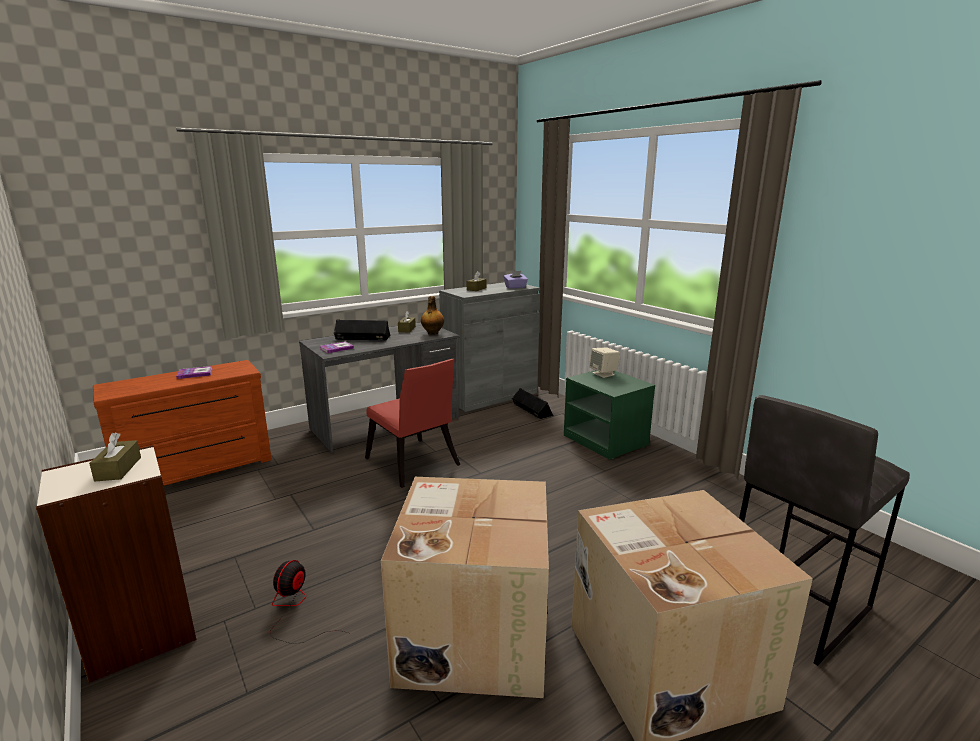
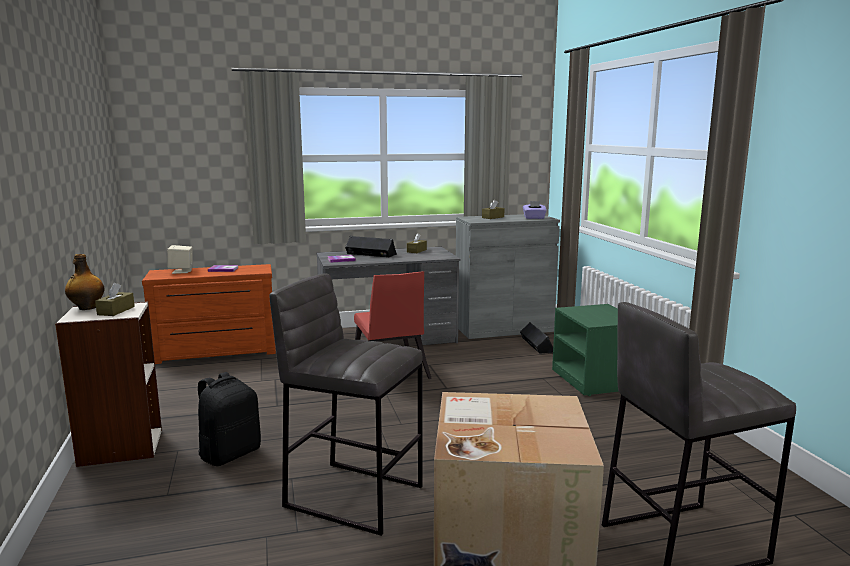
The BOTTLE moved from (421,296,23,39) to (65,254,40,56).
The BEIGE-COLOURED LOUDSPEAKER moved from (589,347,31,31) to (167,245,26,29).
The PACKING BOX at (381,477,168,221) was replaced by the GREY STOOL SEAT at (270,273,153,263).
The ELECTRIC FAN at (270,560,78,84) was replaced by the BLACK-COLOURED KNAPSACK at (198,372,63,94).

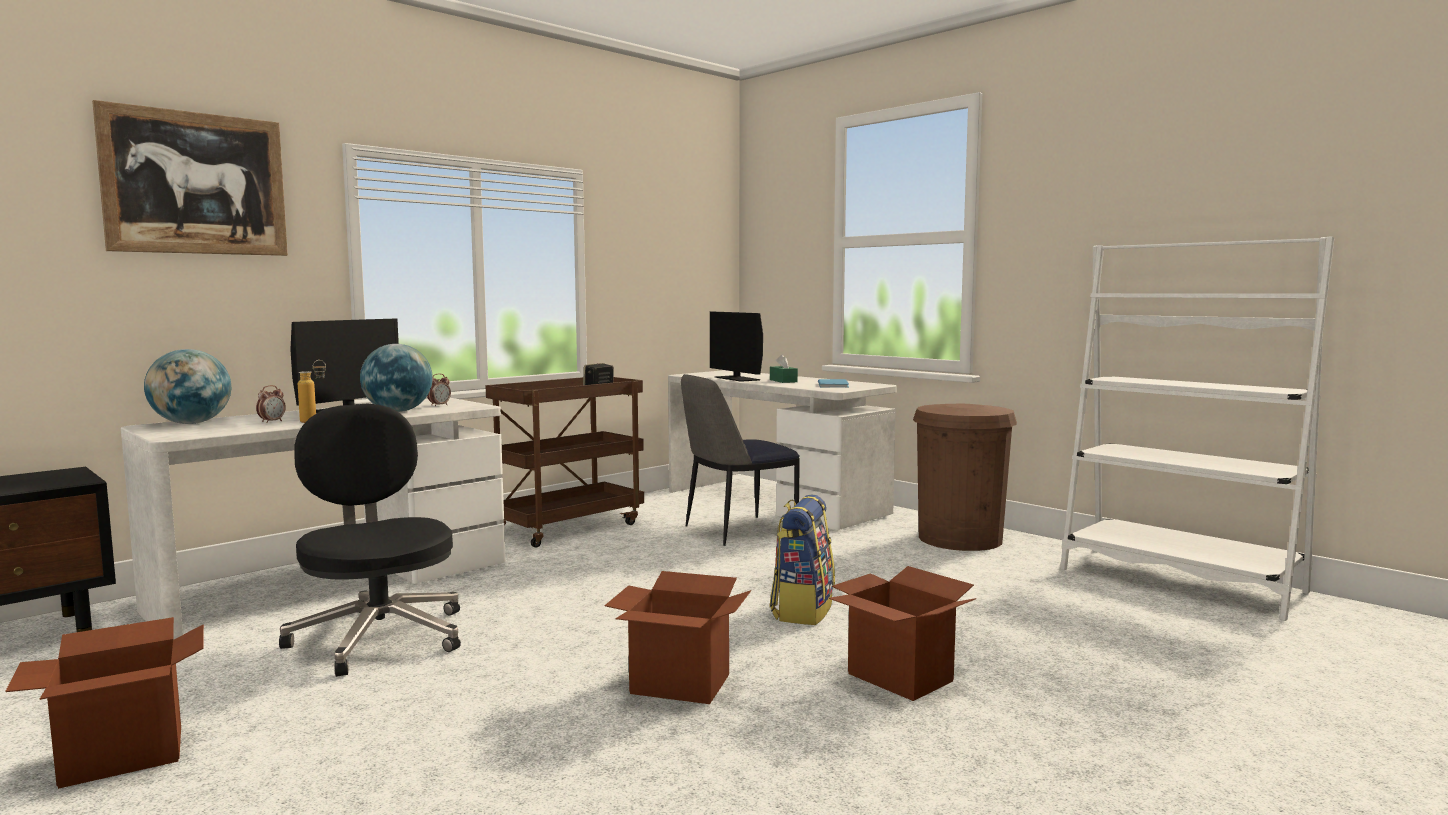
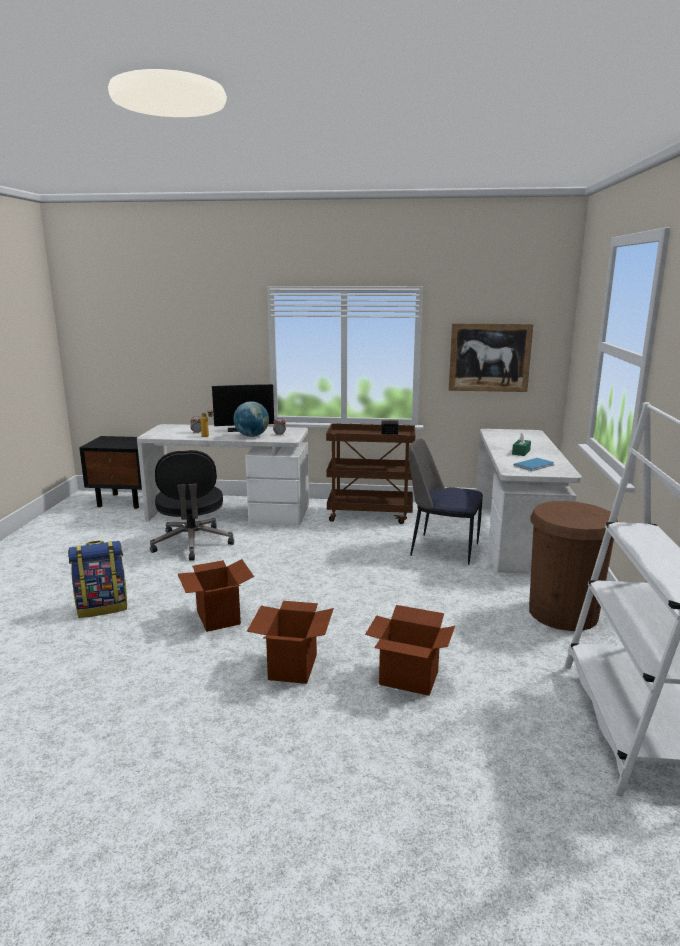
The PICTURE moved from (92,100,196,156) to (449,323,84,69).
The COMPUTER SCREEN at (710,312,53,70) disappeared.
The WORLD GLOBE at (144,349,87,75) disappeared.
The BLACK-COLOURED OFFICE CHAIR at (279,404,182,273) turned 150 degrees clockwise.
The KNAPSACK moved from (769,494,66,131) to (68,540,59,78).
The PACKING BOX moved from (5,617,199,172) to (365,605,90,91).

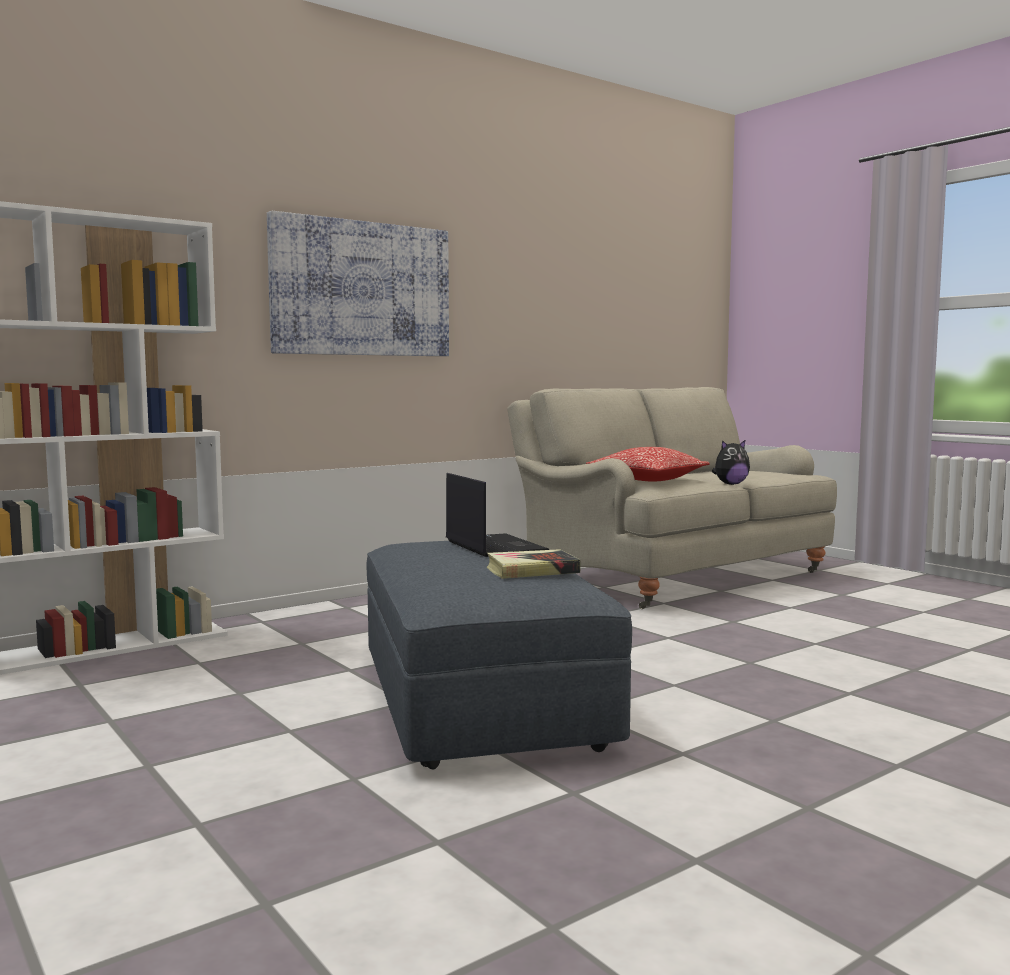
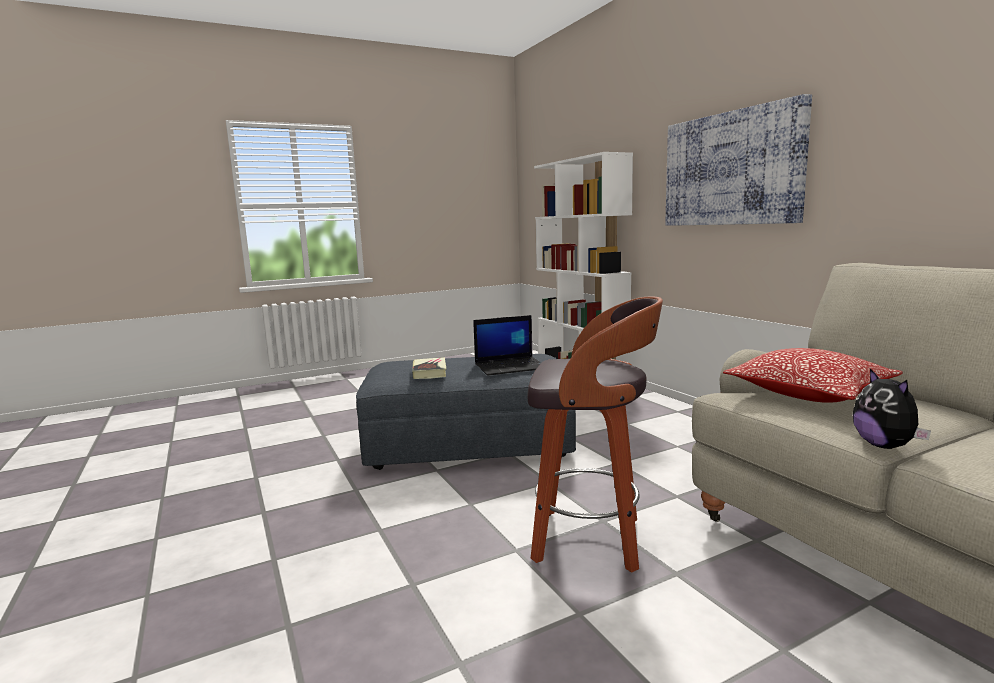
The STOOL SEAT at (528,296,135,277) appeared.

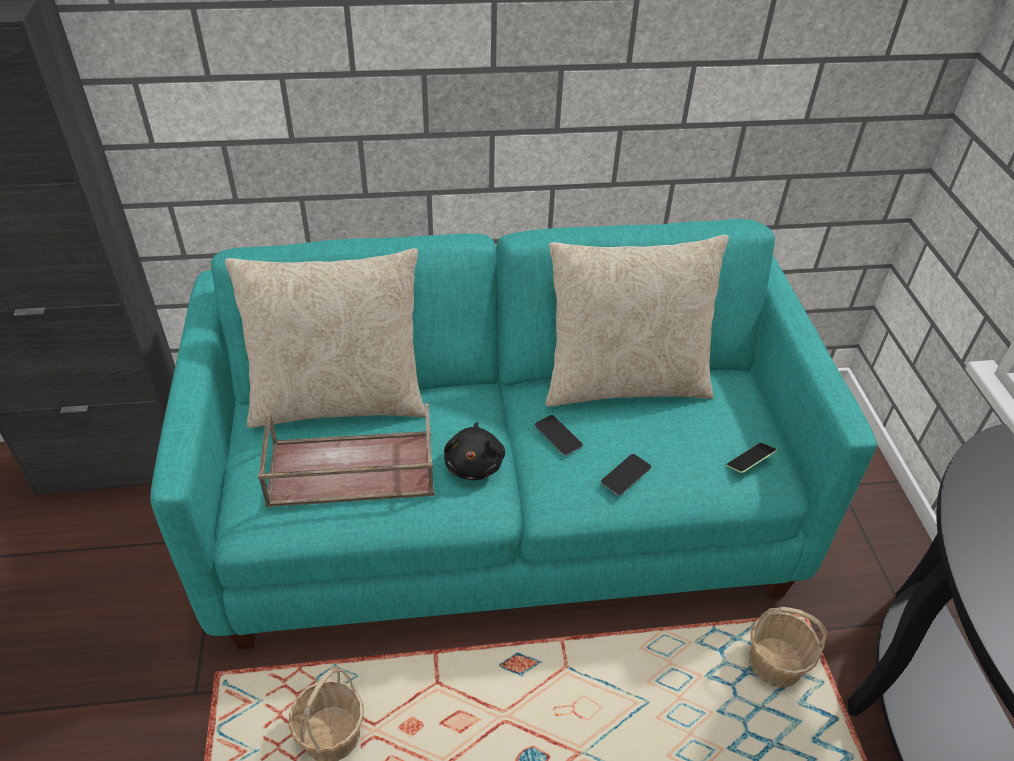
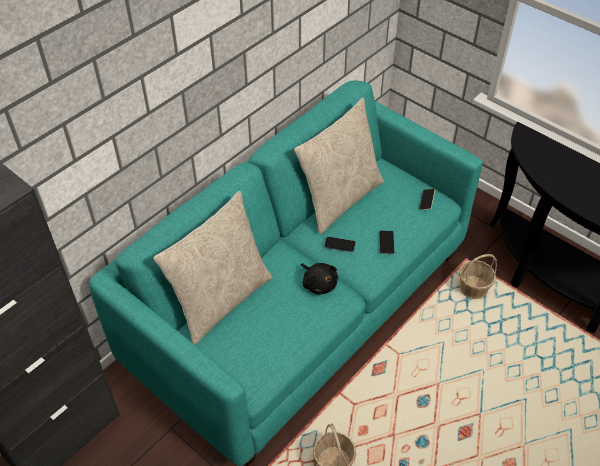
The BROWNISH TRAY at (258,403,177,104) disappeared.

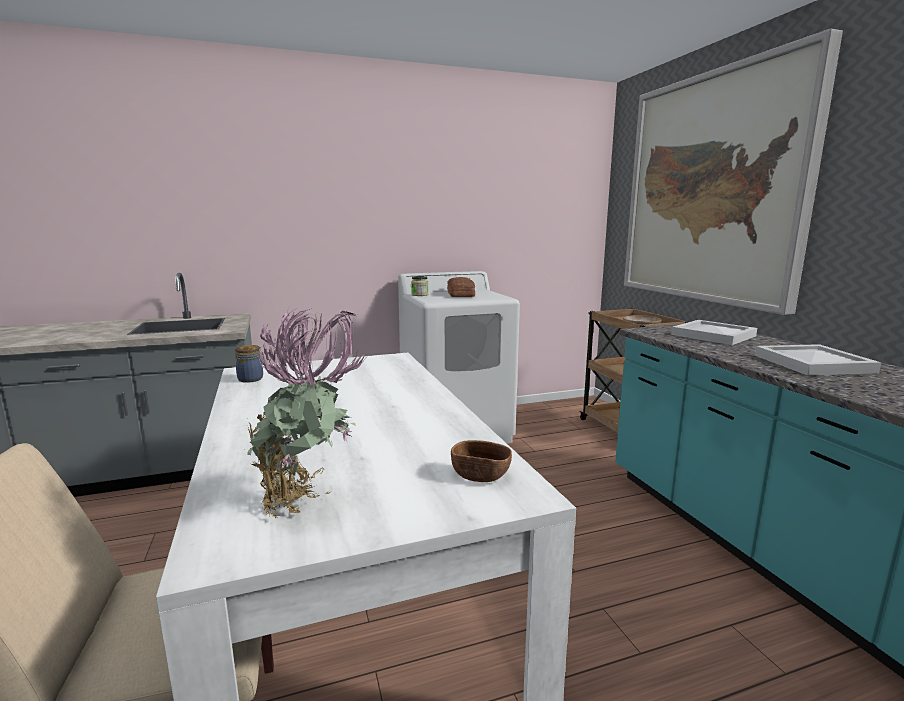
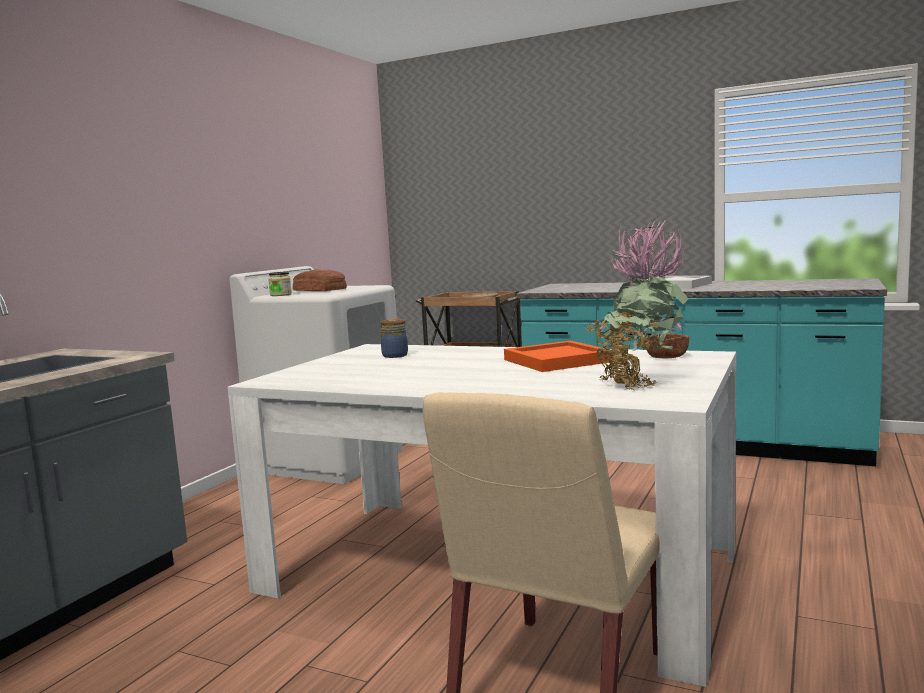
The PICTURE at (624,28,219,287) disappeared.
The WHITE TRAY at (671,320,86,25) disappeared.
The PRESERVE JAR moved from (235,345,28,38) to (380,319,28,39).
The ORANGE-COLOURED TRAY at (504,341,109,31) appeared.

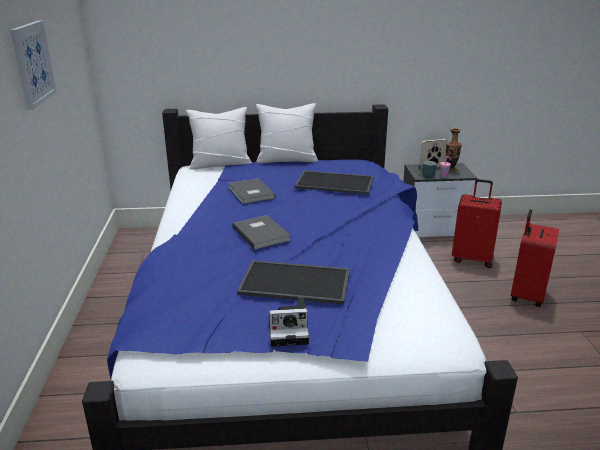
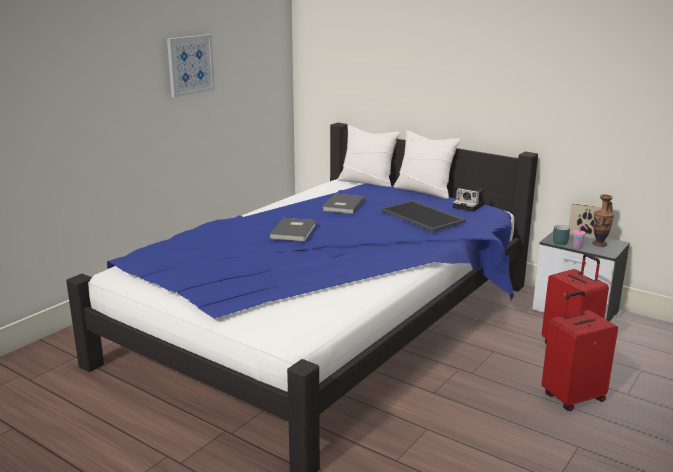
The TRAY at (237,260,113,44) disappeared.
The PHOTO CAMERA moved from (269,297,40,50) to (453,188,32,24).

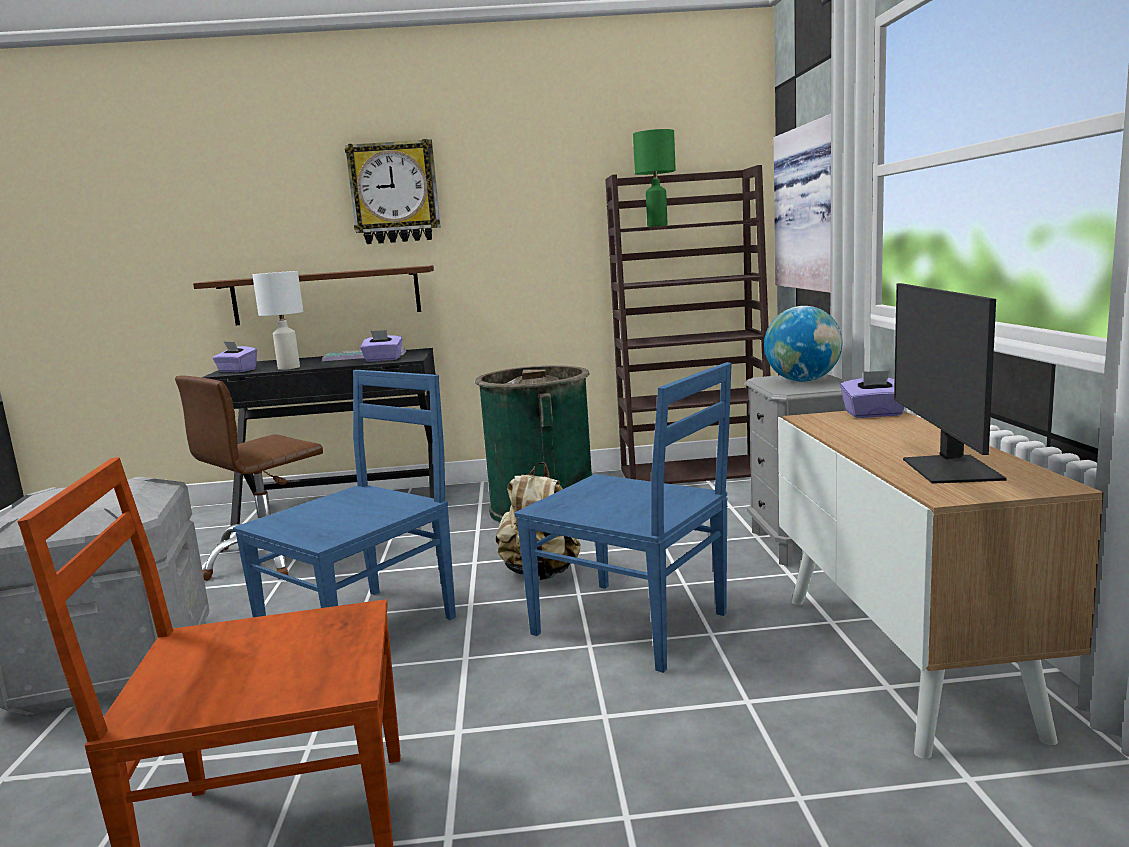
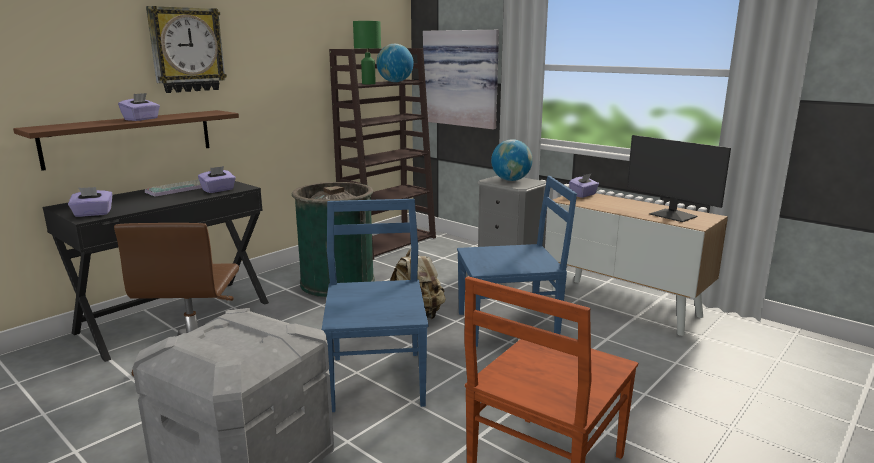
The WHITE LAMP FOR A TABLE at (252,271,51,99) disappeared.
The WORLD GLOBE at (376,44,38,38) appeared.
The PURPLE TISSUE HOLDER at (118,93,42,28) appeared.

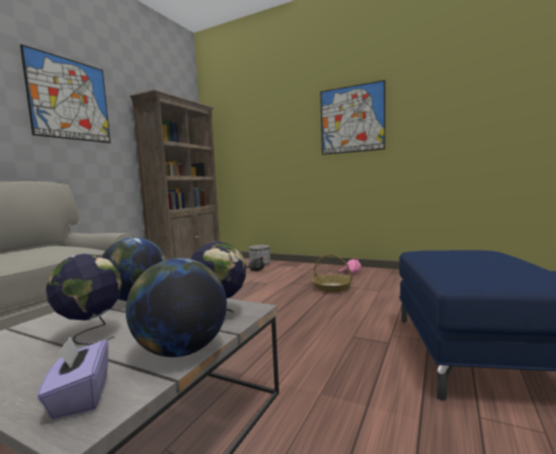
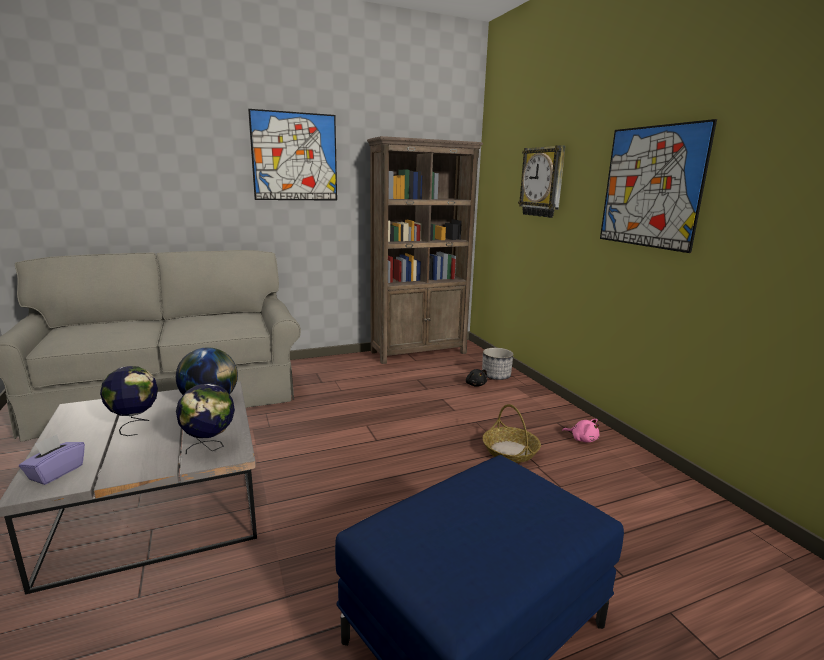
The WORLD GLOBE at (126,258,101,99) disappeared.
The CLOCK ON THE WALL at (518,145,48,73) appeared.

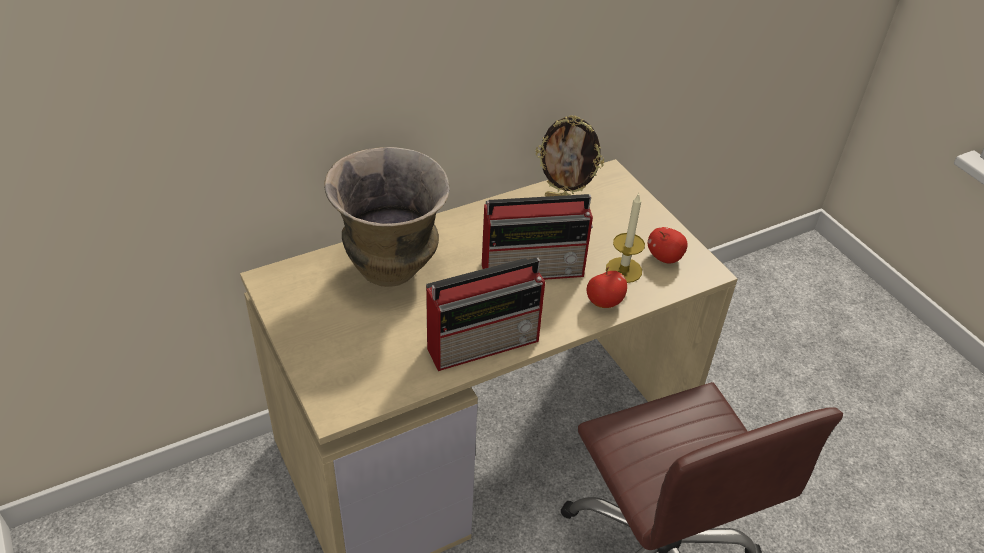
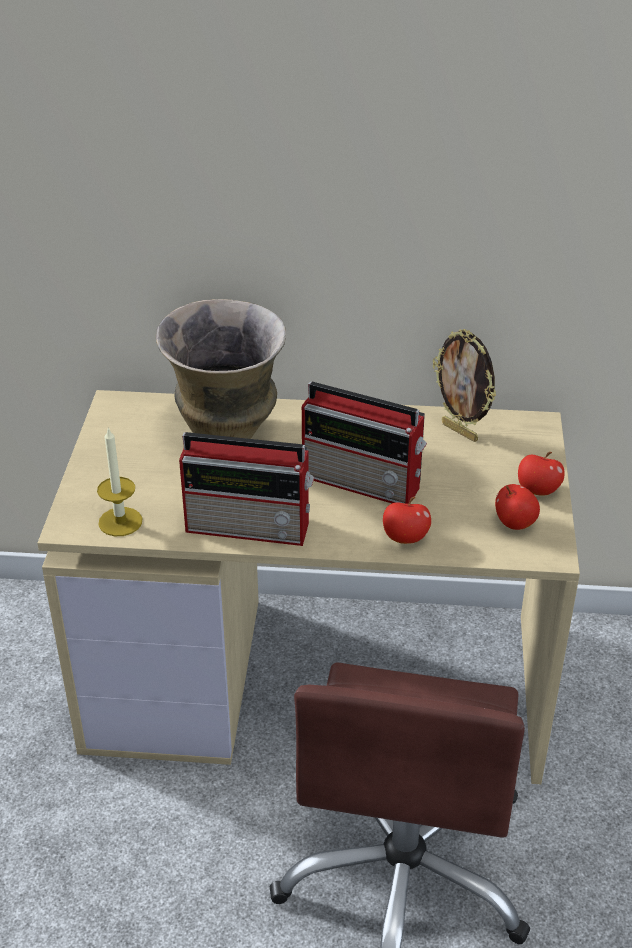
The CANDLE moved from (606,193,39,90) to (97,428,45,108).
The APPLE at (518,452,47,44) appeared.

